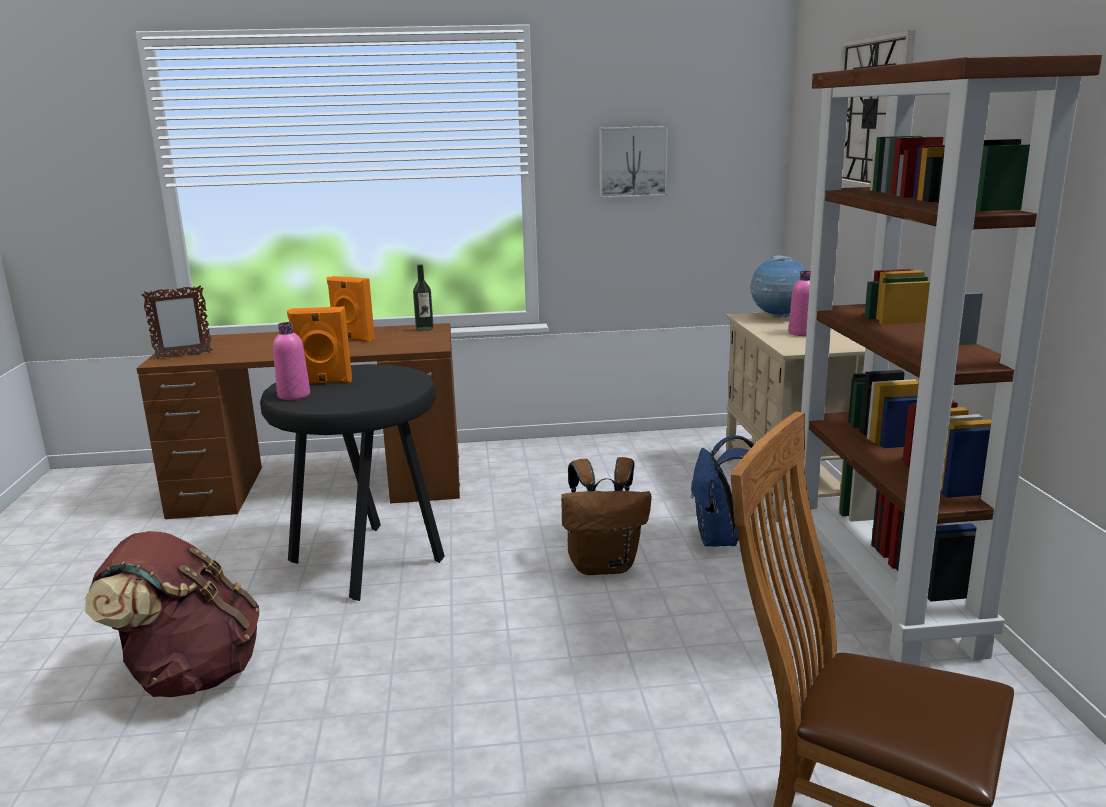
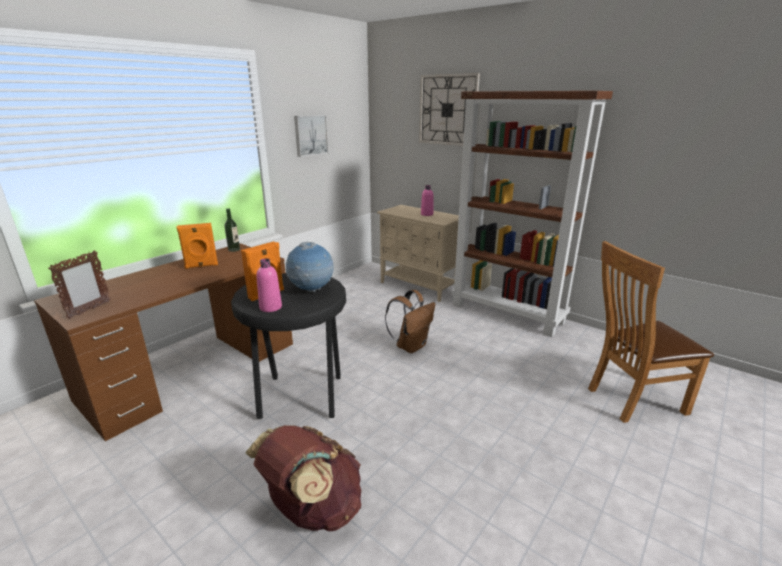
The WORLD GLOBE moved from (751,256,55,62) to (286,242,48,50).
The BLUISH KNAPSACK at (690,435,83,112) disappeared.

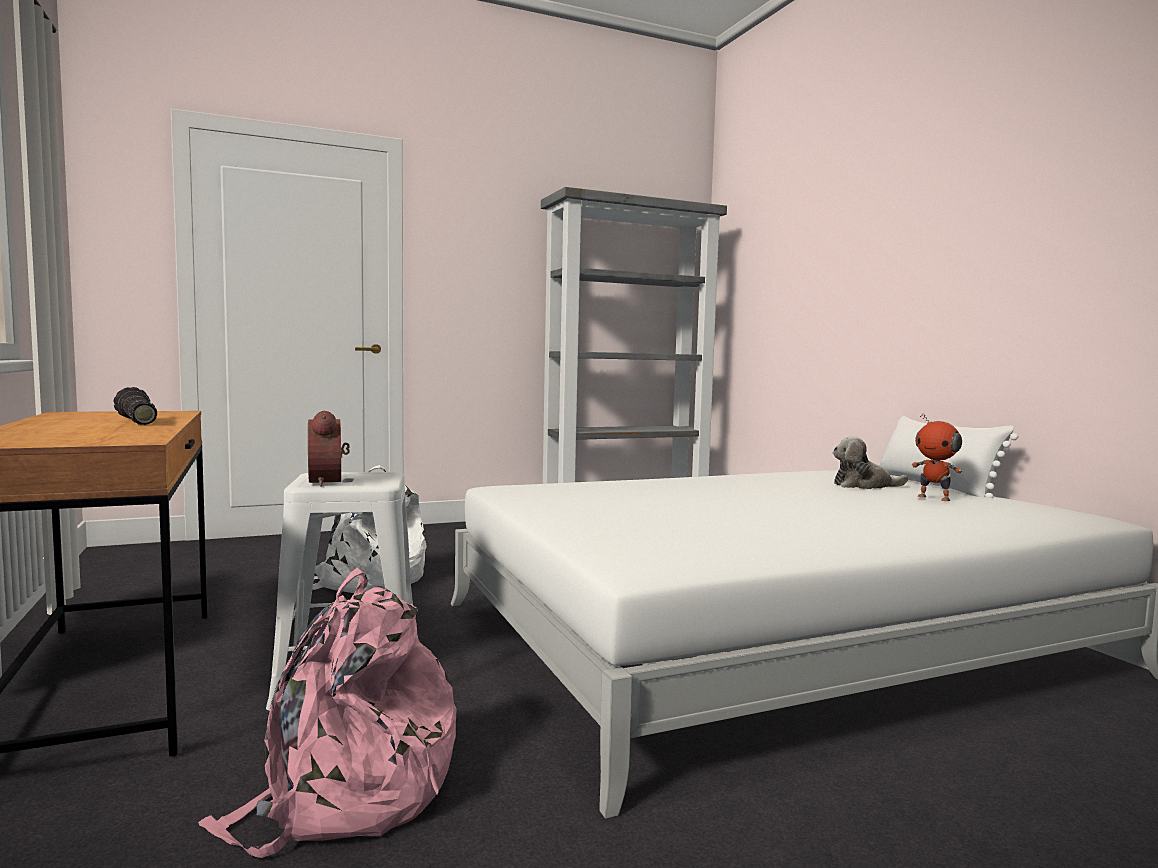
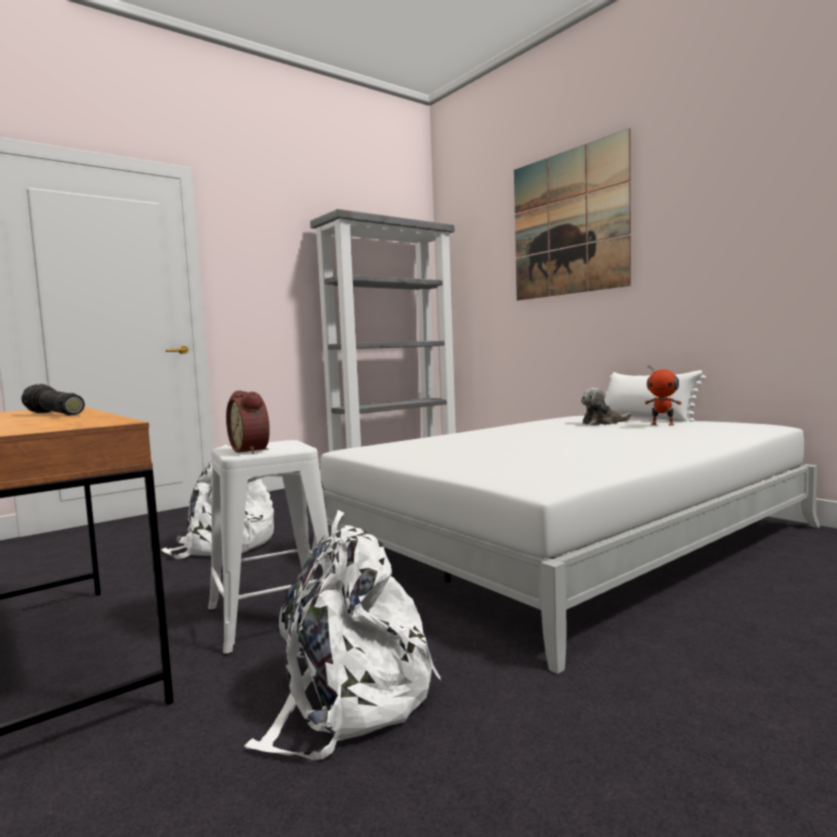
The PINKISH KNAPSACK at (198,568,258,290) became the WHITE KNAPSACK at (244,510,197,250).
The PICTURE at (514,128,117,173) appeared.

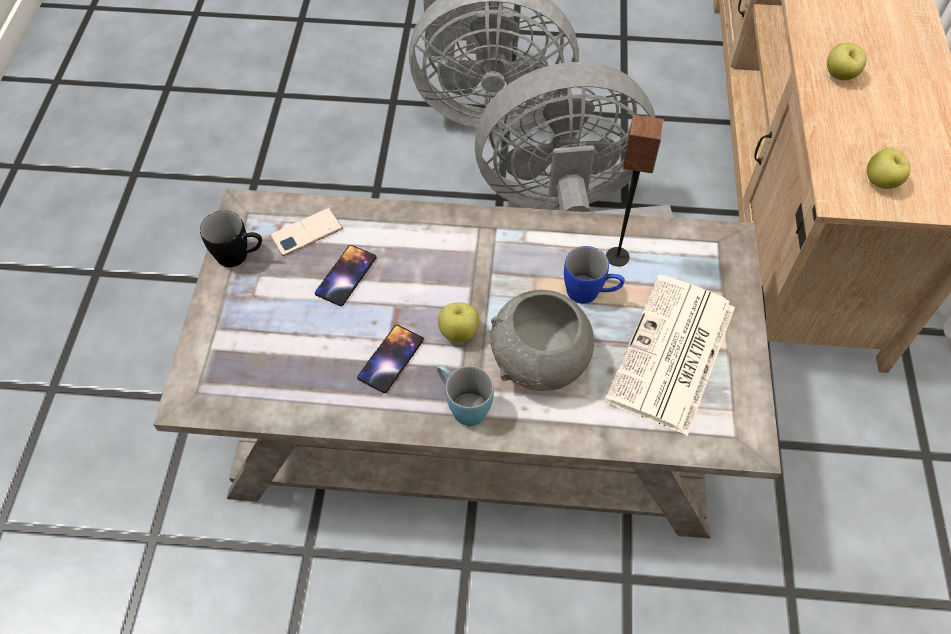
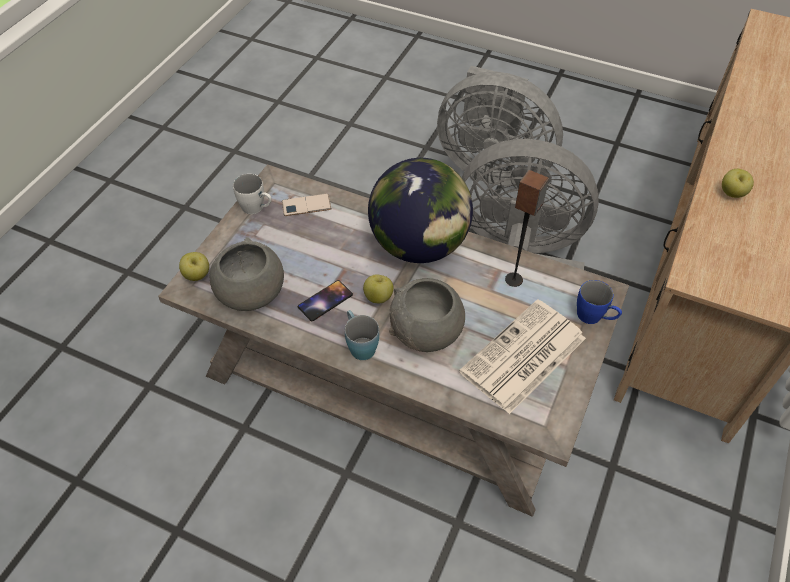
The APPLE moved from (867,148,43,41) to (179,252,30,29).
The BLACK-COLOURED COFFEE MUG at (200,210,62,57) became the WHITE COFFEE MUG at (233,174,39,40).
The TELEPHONE at (315,245,62,61) disappeared.
The BLUISH COFFEE MUG moved from (564,246,61,58) to (577,280,45,44).
The WORLD GLOBE at (368,158,105,105) appeared.
The GREY DEEP DISH at (210,237,74,74) appeared.

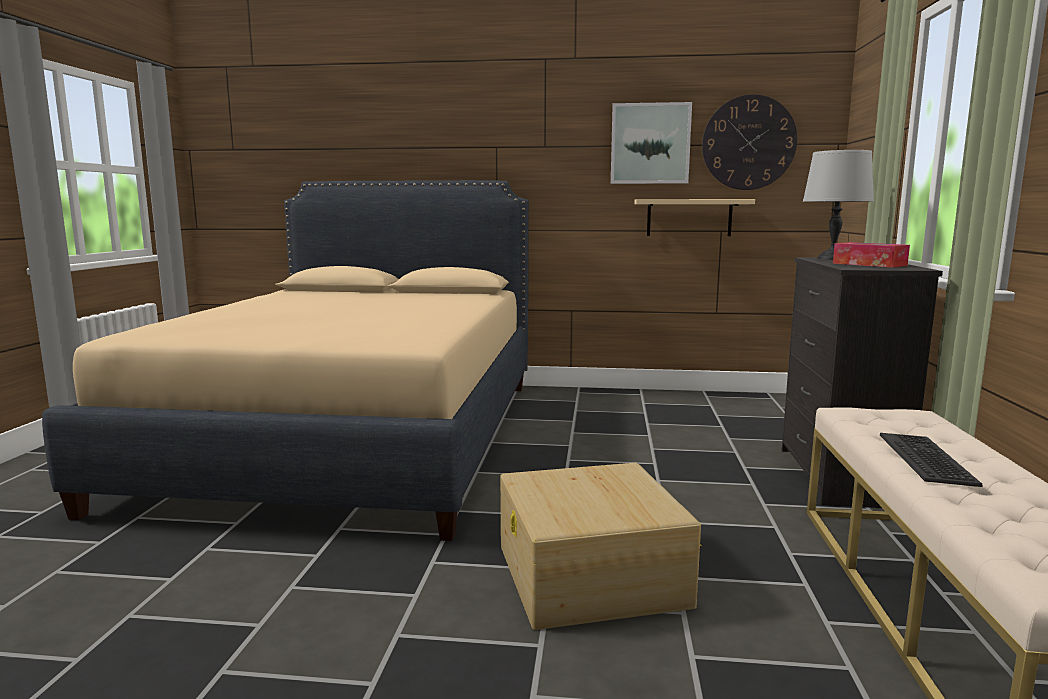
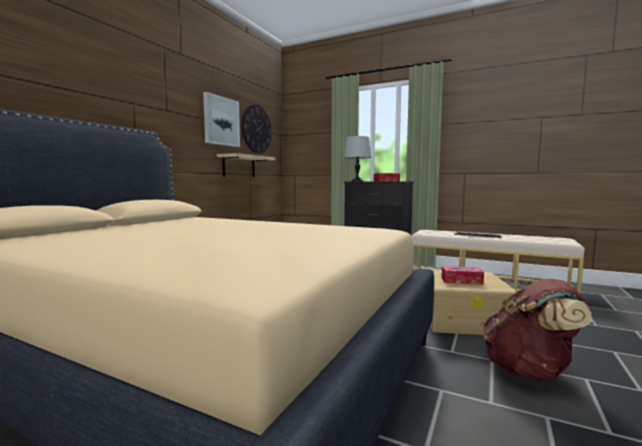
The TISSUE HOLDER at (441,266,43,19) appeared.
The BROWNISH KNAPSACK at (483,279,109,102) appeared.

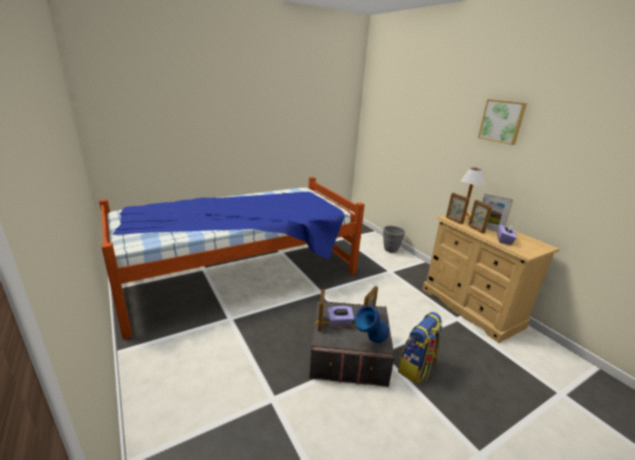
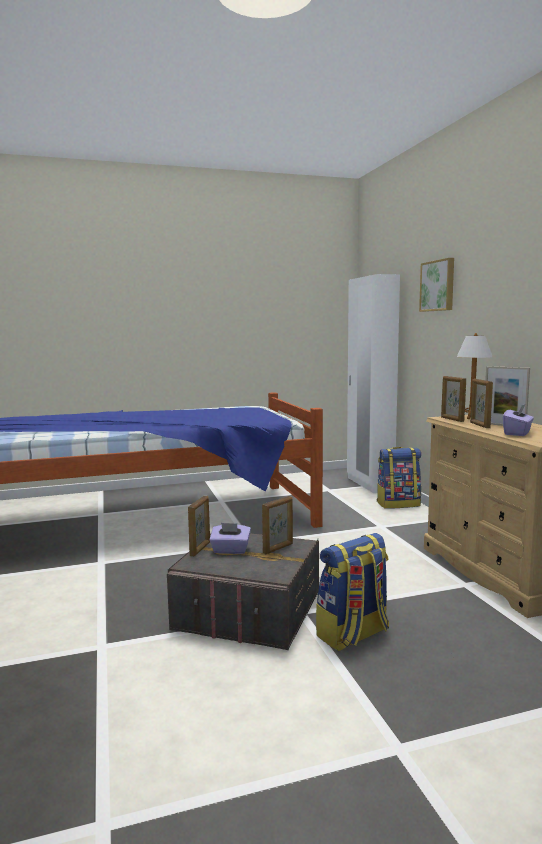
The PICTURE moved from (478,99,49,46) to (419,258,35,54).
The GREY PLANT POT at (383,226,22,27) was replaced by the KNAPSACK at (377,447,44,62).
The BLUISH FLOWER VASE at (355,306,34,37) disappeared.
The WHITE CLOTHES CUPBOARD at (347,274,53,219) appeared.

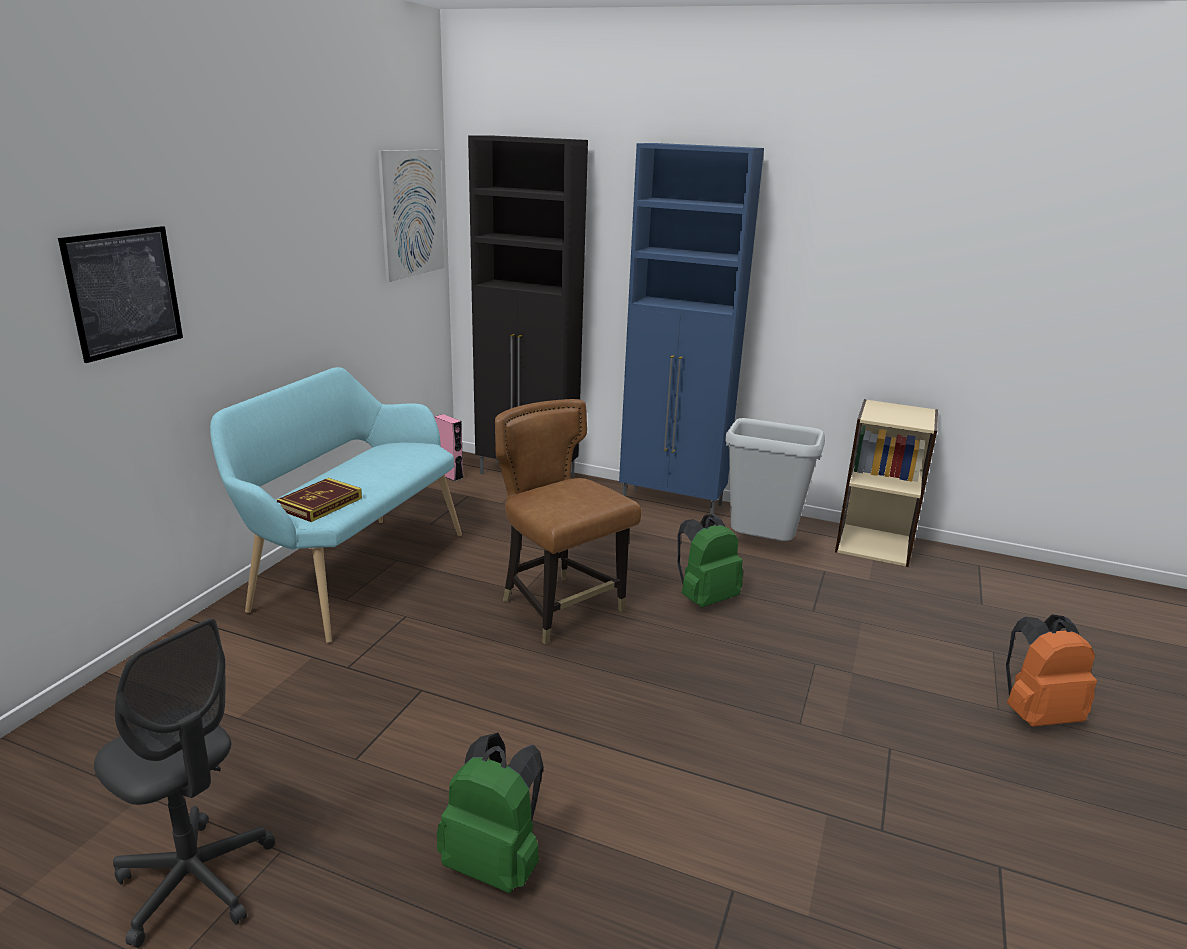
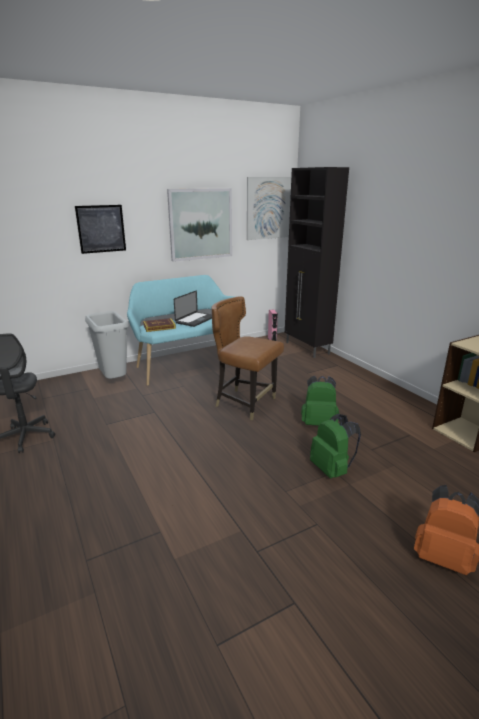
The BLUISH STORAGE CABINET at (619,143,145,371) disappeared.
The BROWNISH CHAIR at (495,399,146,245) turned 60 degrees counterclockwise.
The GREY RUBBISH BIN moved from (725,418,100,123) to (85,311,44,68).
The GREEN KNAPSACK moved from (437,733,107,160) to (310,414,51,64).
The PICTURE at (167,188,65,74) appeared.
The PORTABLE COMPUTER at (174,291,38,36) appeared.

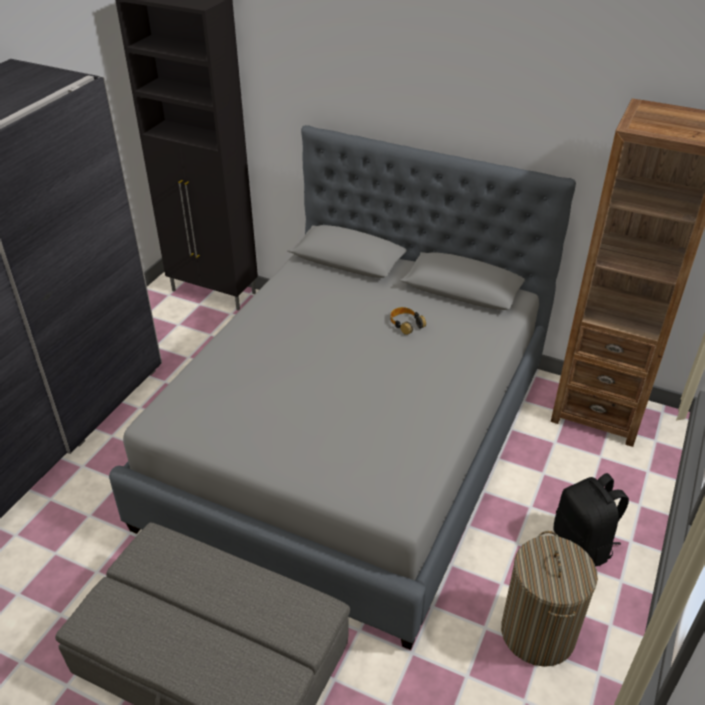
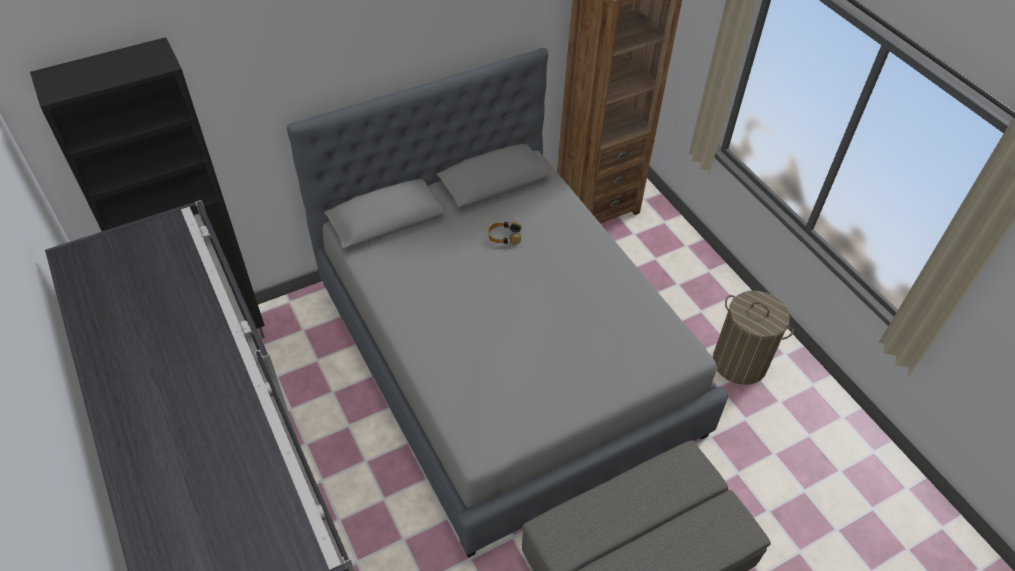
The BLACK-COLOURED KNAPSACK at (553,473,76,94) disappeared.

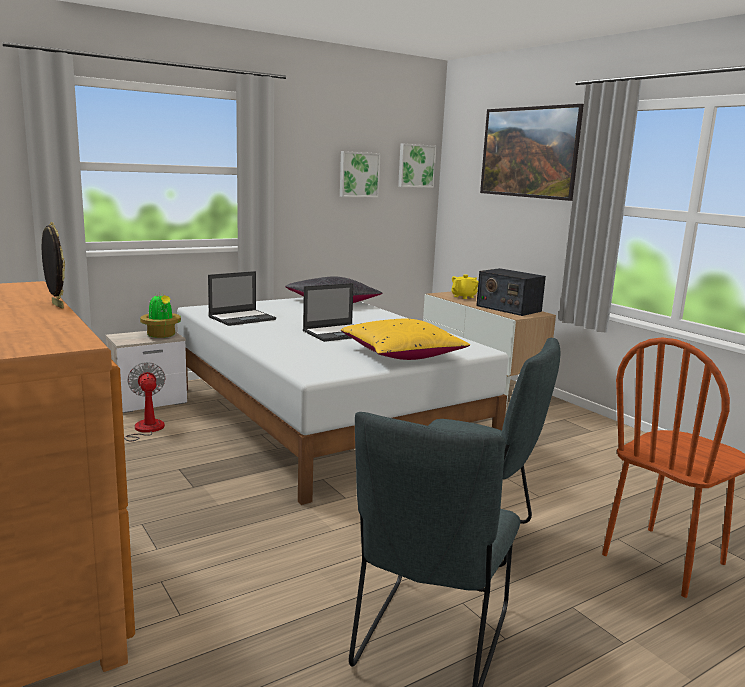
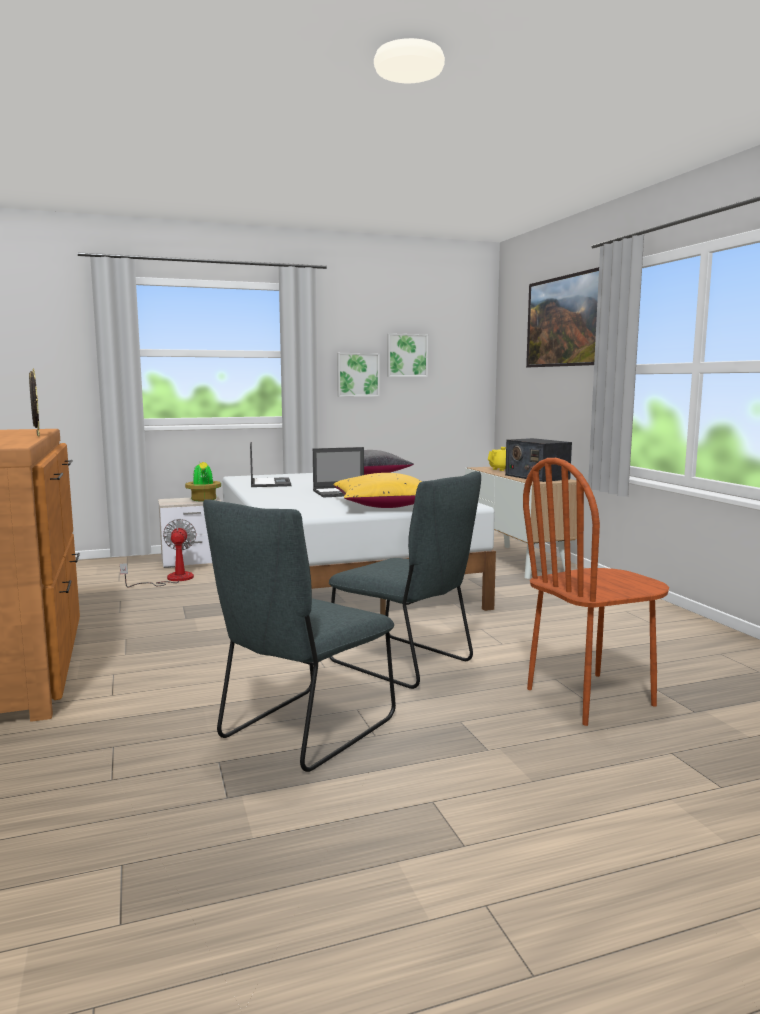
The PICTURE moved from (398,144,39,44) to (337,353,42,44).
The PORTABLE COMPUTER at (208,271,68,55) turned 75 degrees counterclockwise.

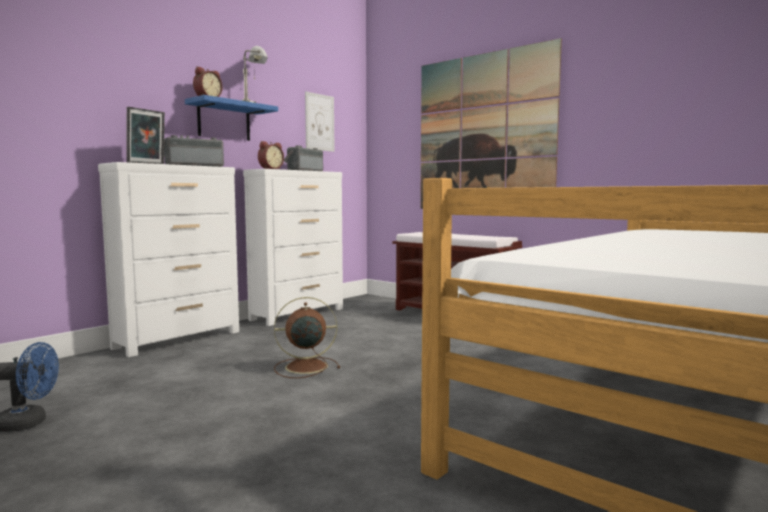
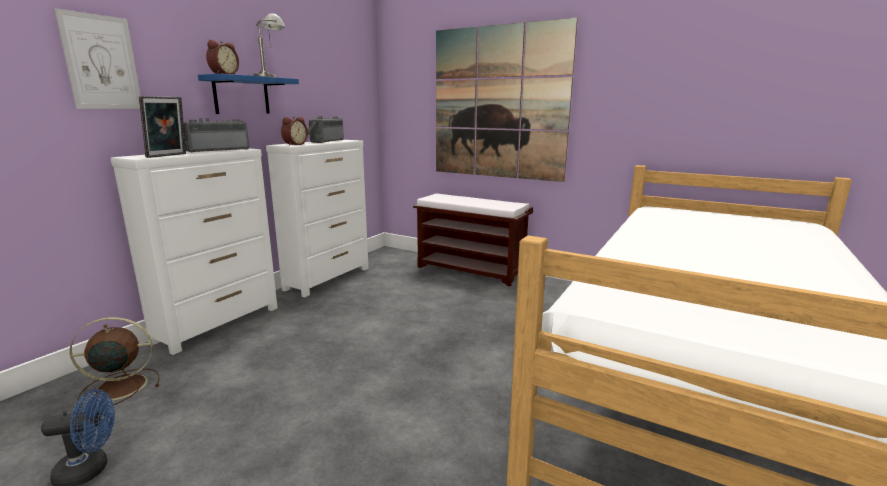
The PICTURE moved from (305,92,30,60) to (54,8,87,101).
The BROWNISH ELECTRIC FAN moved from (274,297,66,81) to (70,317,89,91).

